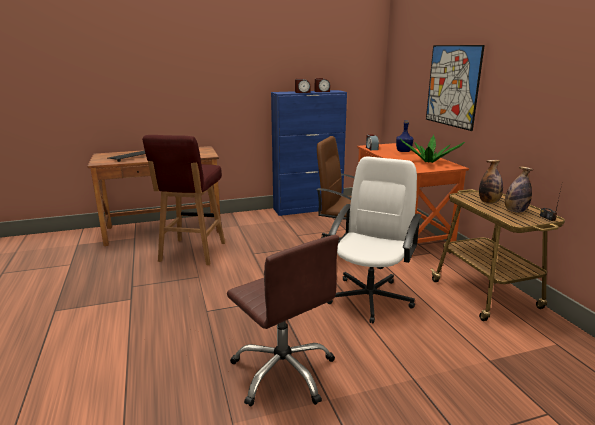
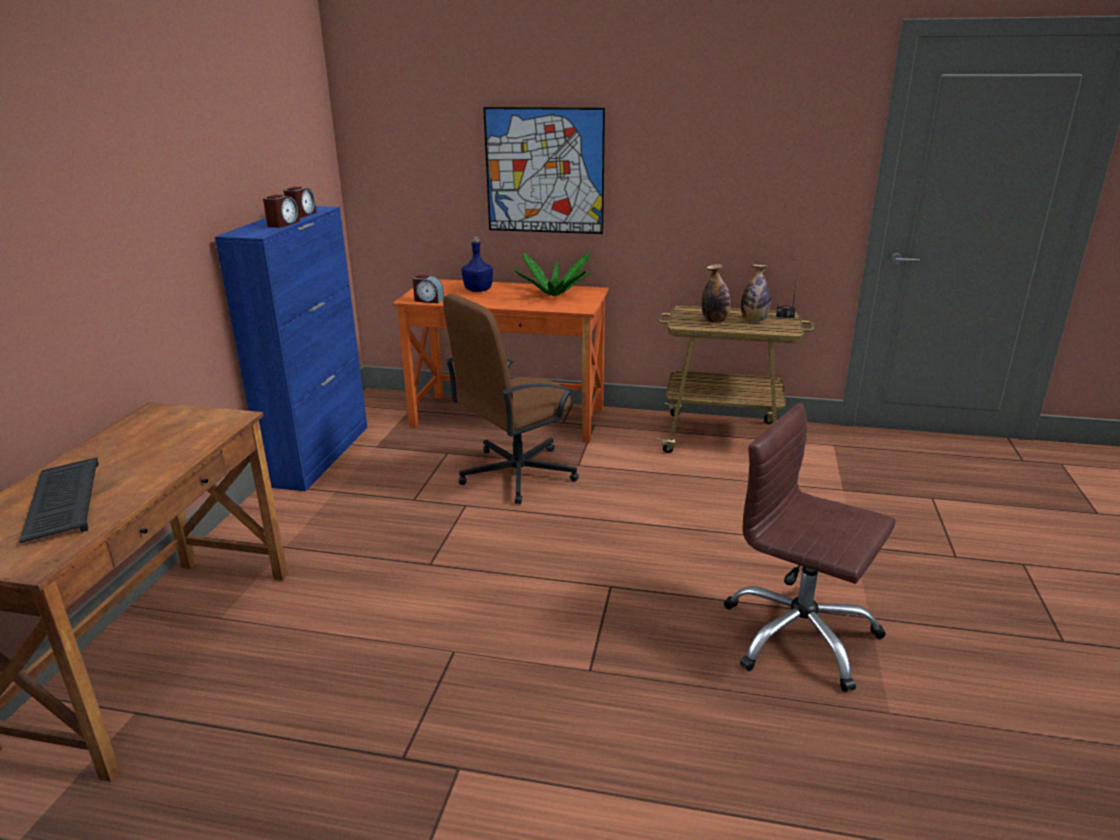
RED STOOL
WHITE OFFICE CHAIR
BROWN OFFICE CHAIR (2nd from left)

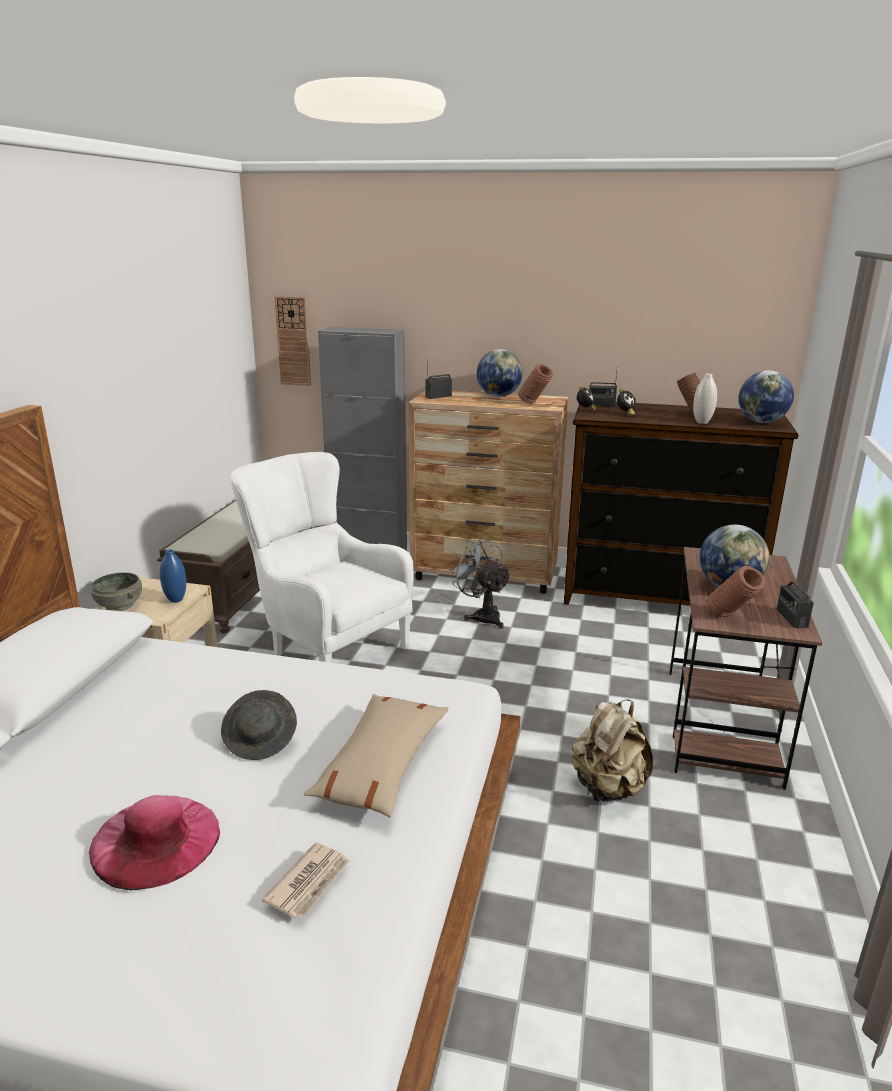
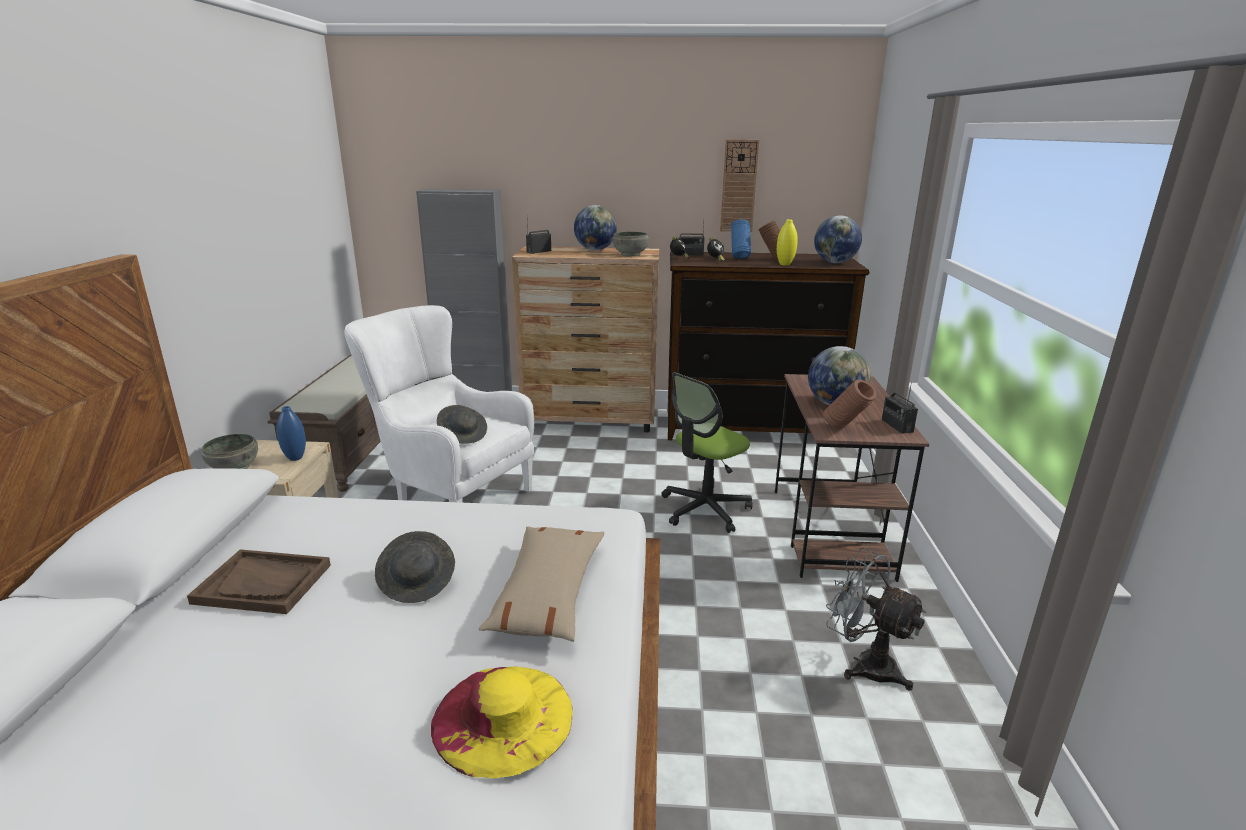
WALL CLOCK
GREY BOWL (2nd from left)
YELLOW VASE
GREY FAN
BEIGE BACKPACK
PINK HAT
YELLOW HAT
BLUE VASE (2nd from left)
OFFICE CHAIR
GREY HAT (2nd from left)
BROWN TRAY

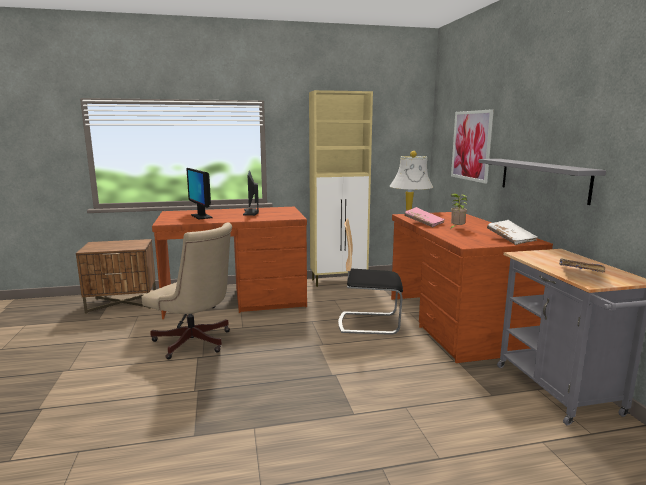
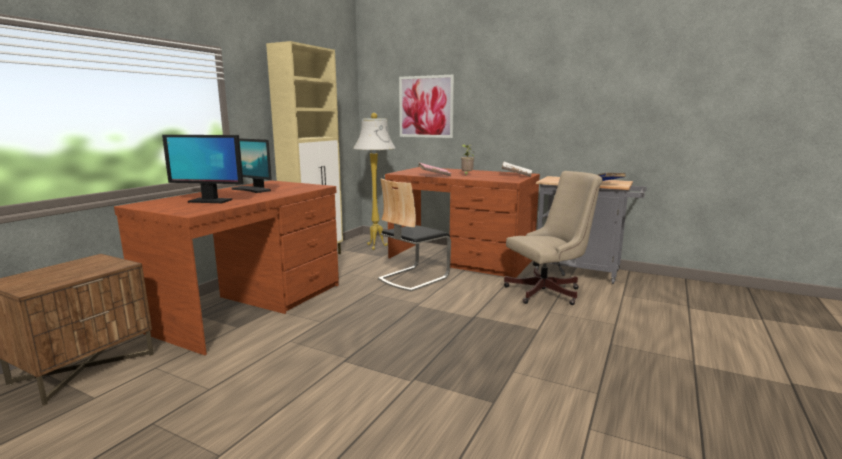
GREY SHELF
BEIGE OFFICE CHAIR

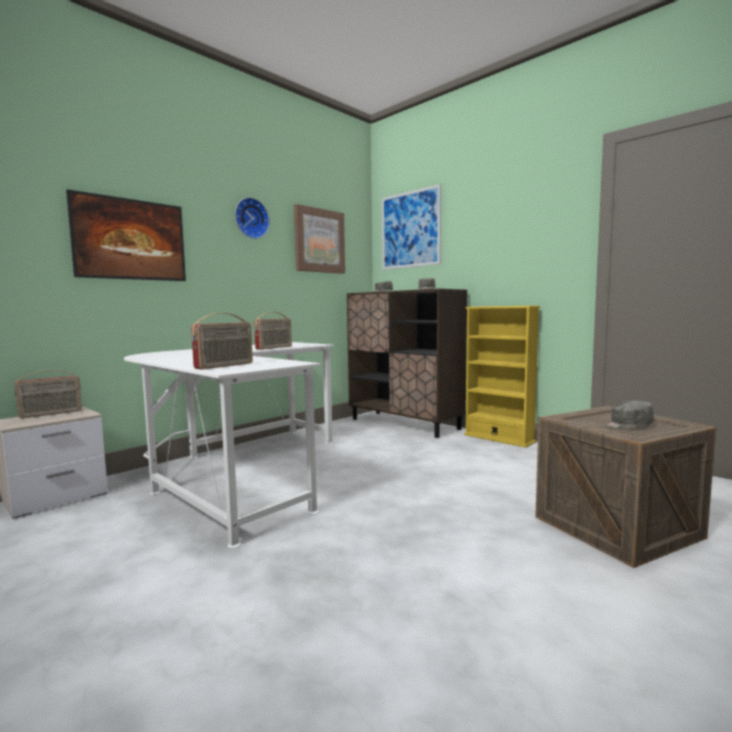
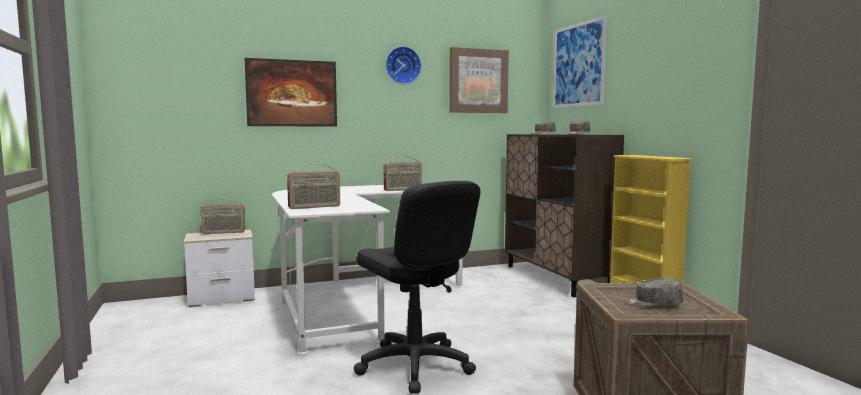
BLACK OFFICE CHAIR

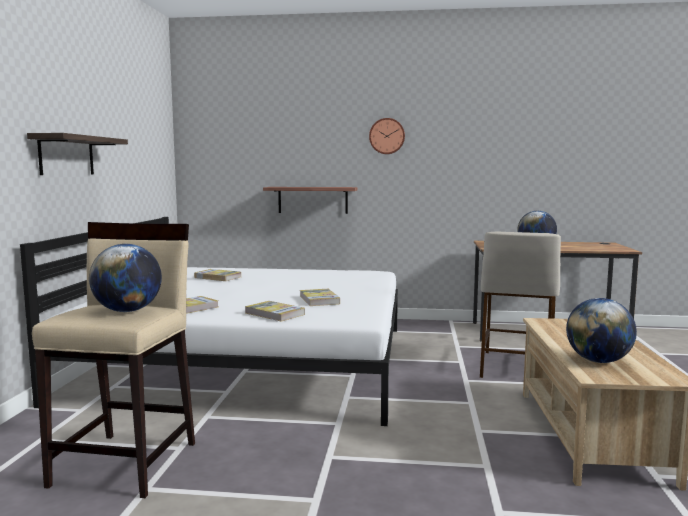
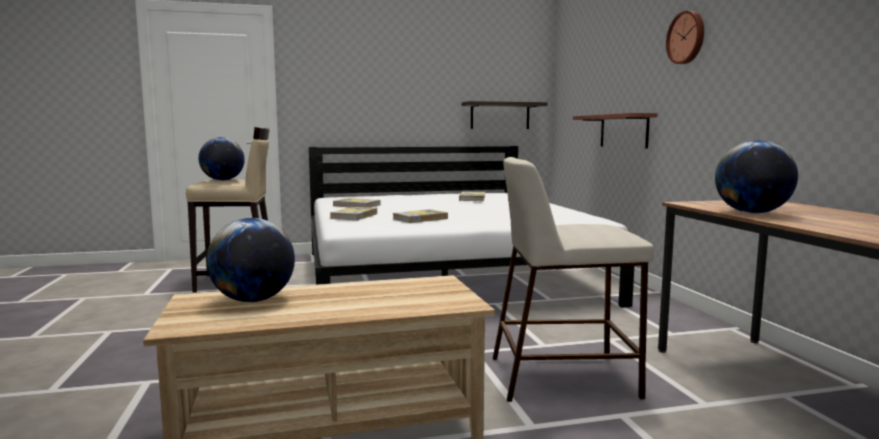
SHELF (1st from left)

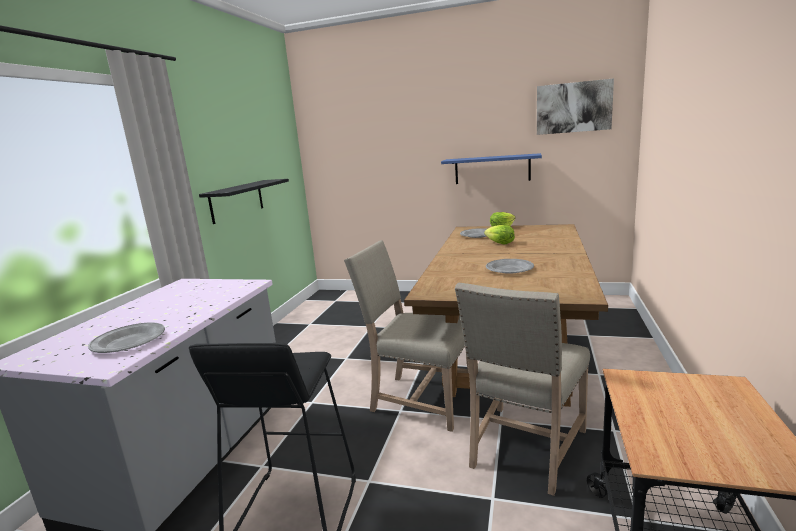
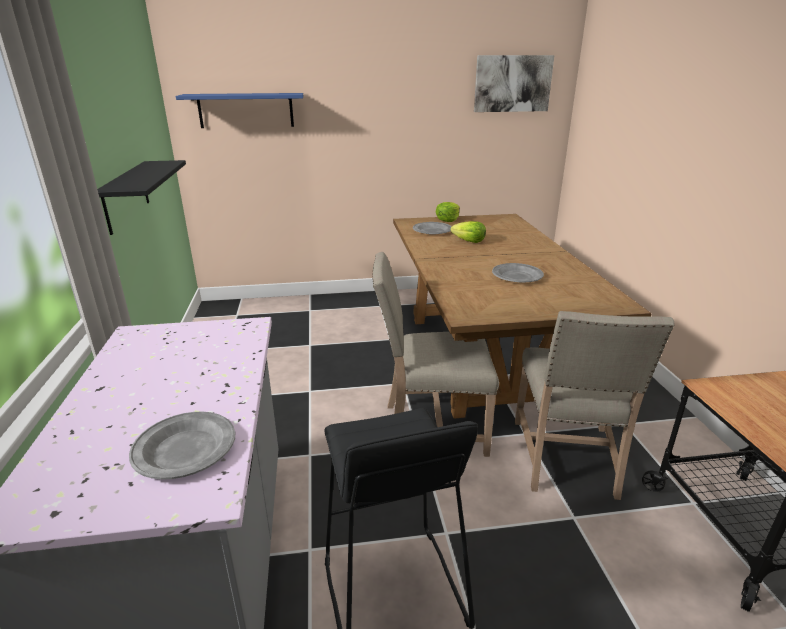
BLUE SHELF

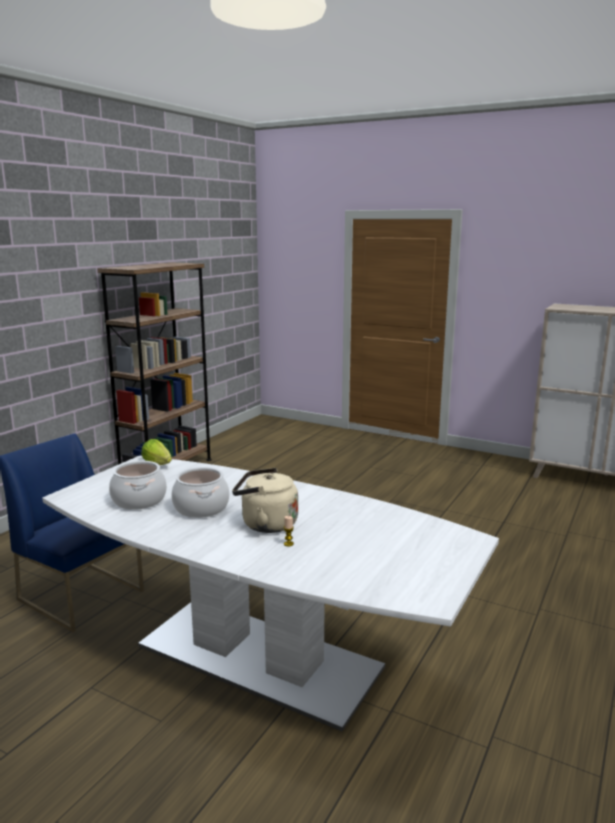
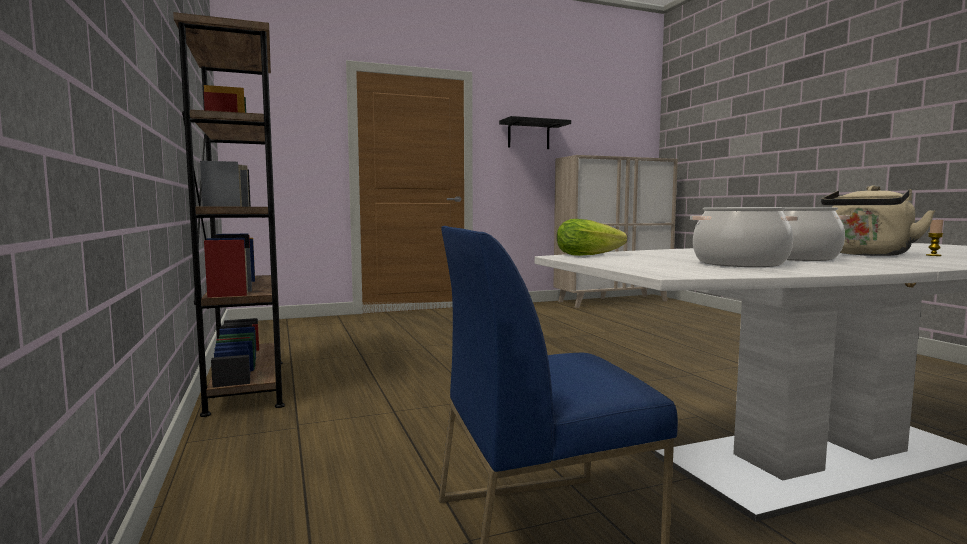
BLACK SHELF

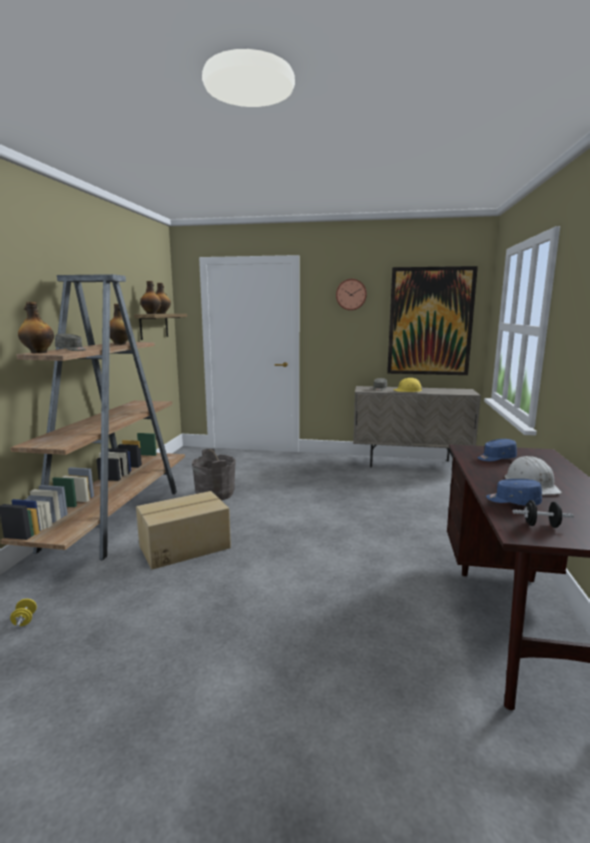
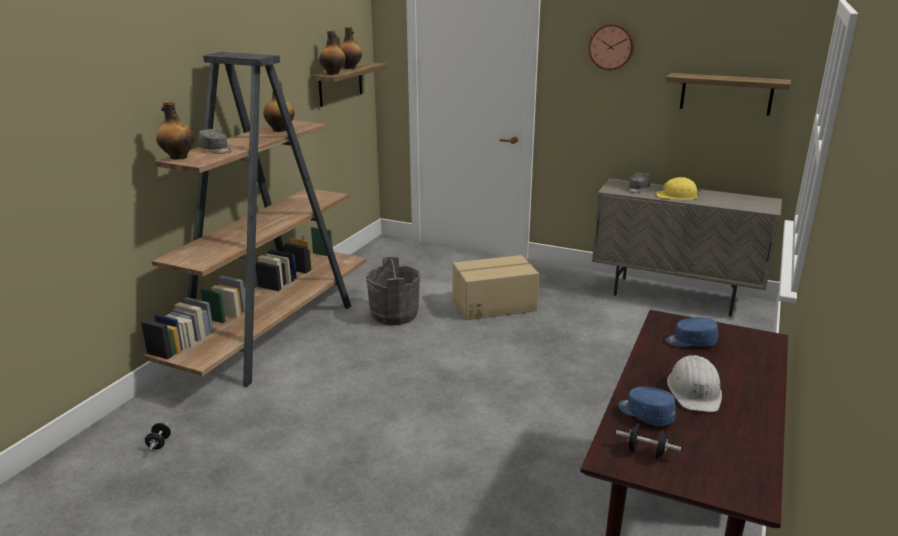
SHELF (2nd from left)
CARDBOARD BOX
BLACK DUMBBELL (1st from left)

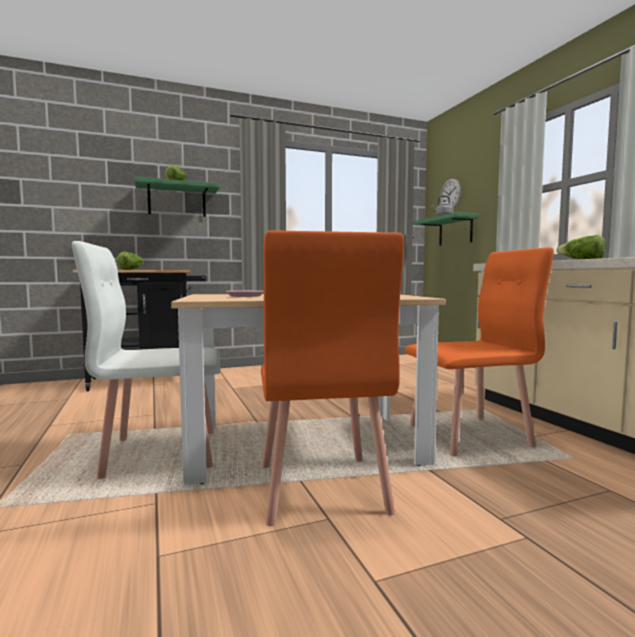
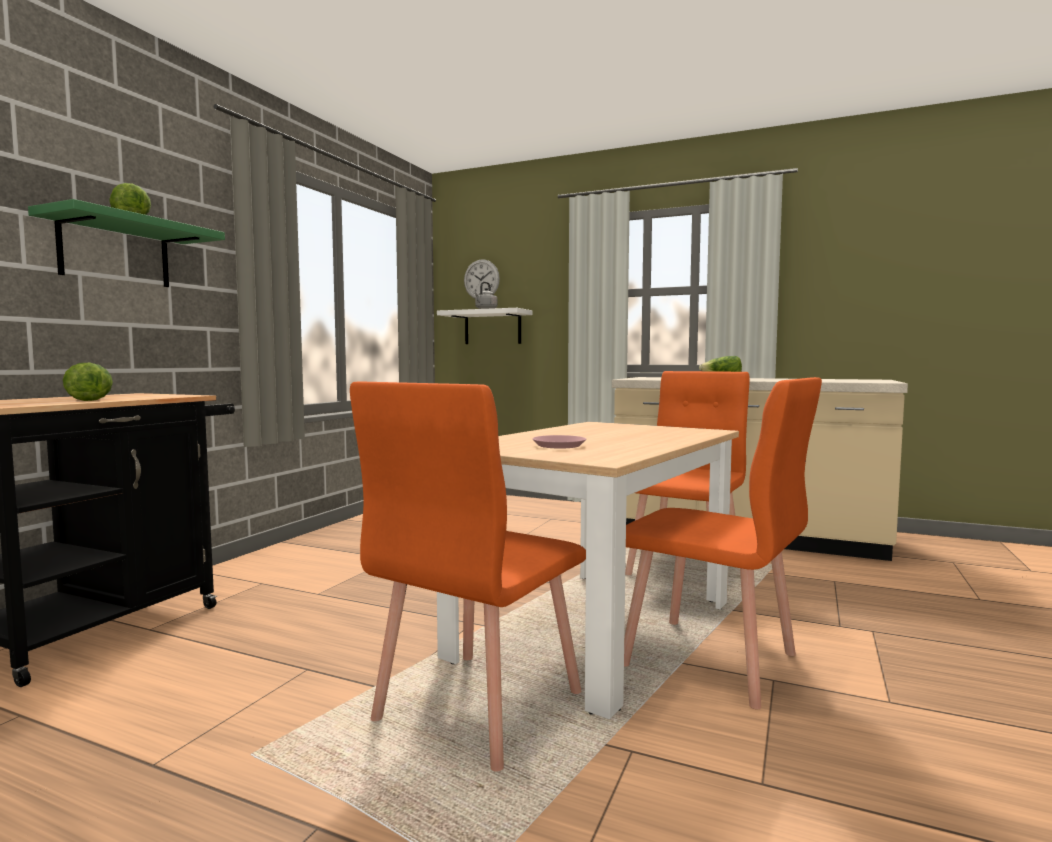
WHITE SHELF
ORANGE CHAIR (1st from left)

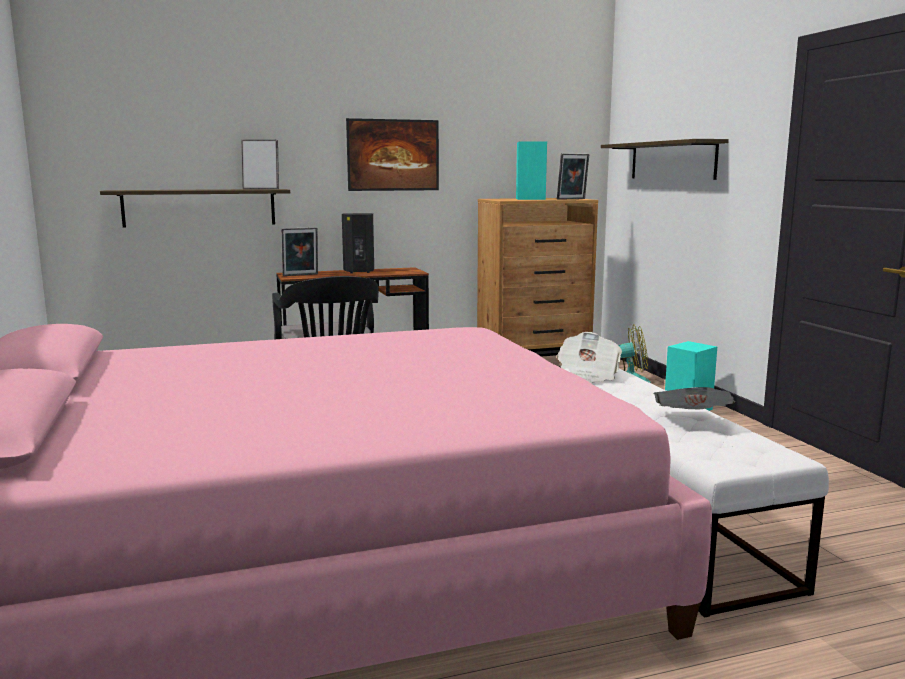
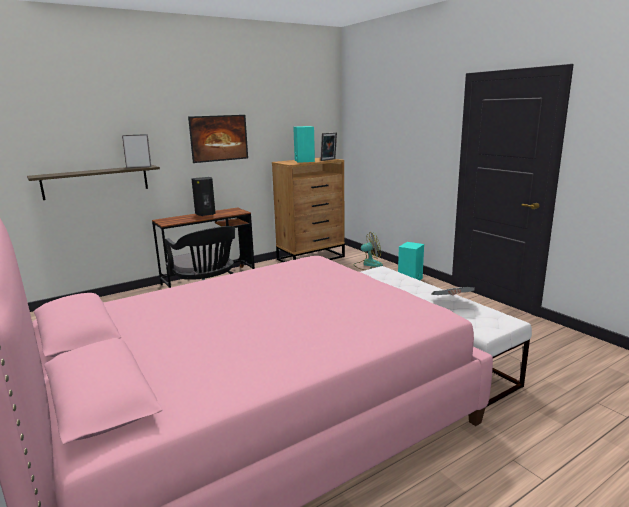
SHELF (2nd from left in the first image)
PICTURE FRAME (2nd from left in the first image)
NEWSPAPER (1st from left in the first image)

